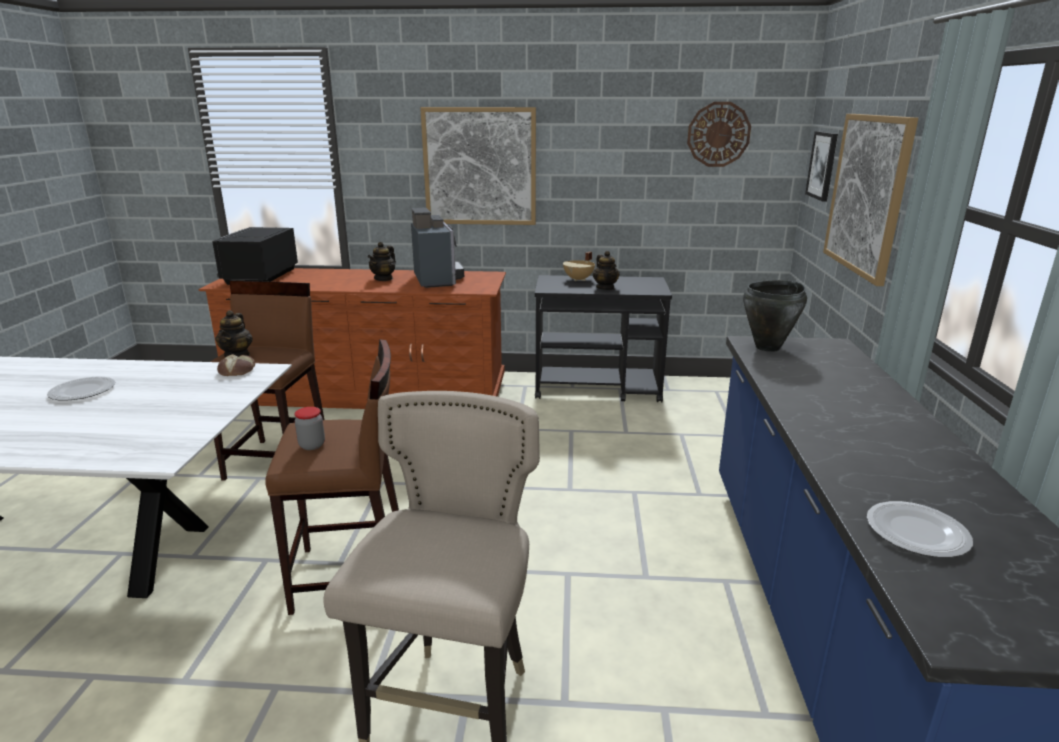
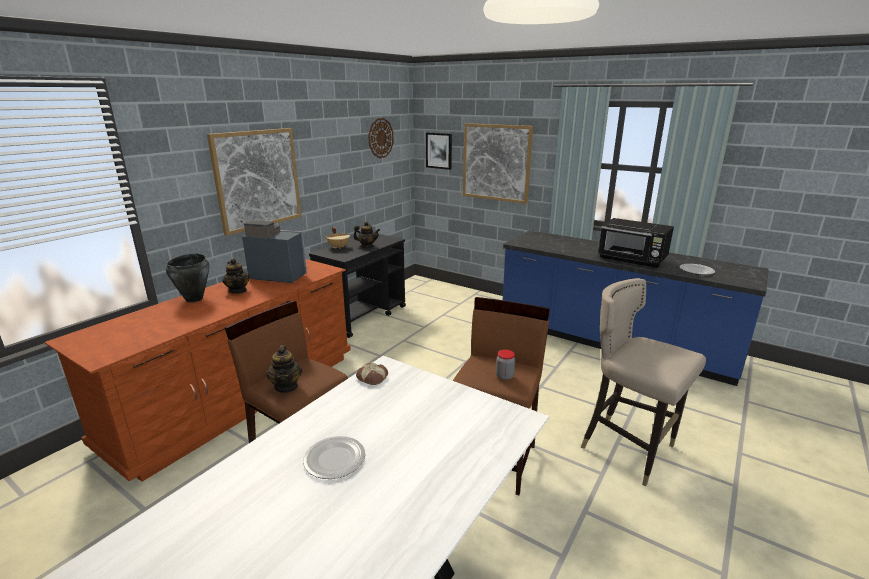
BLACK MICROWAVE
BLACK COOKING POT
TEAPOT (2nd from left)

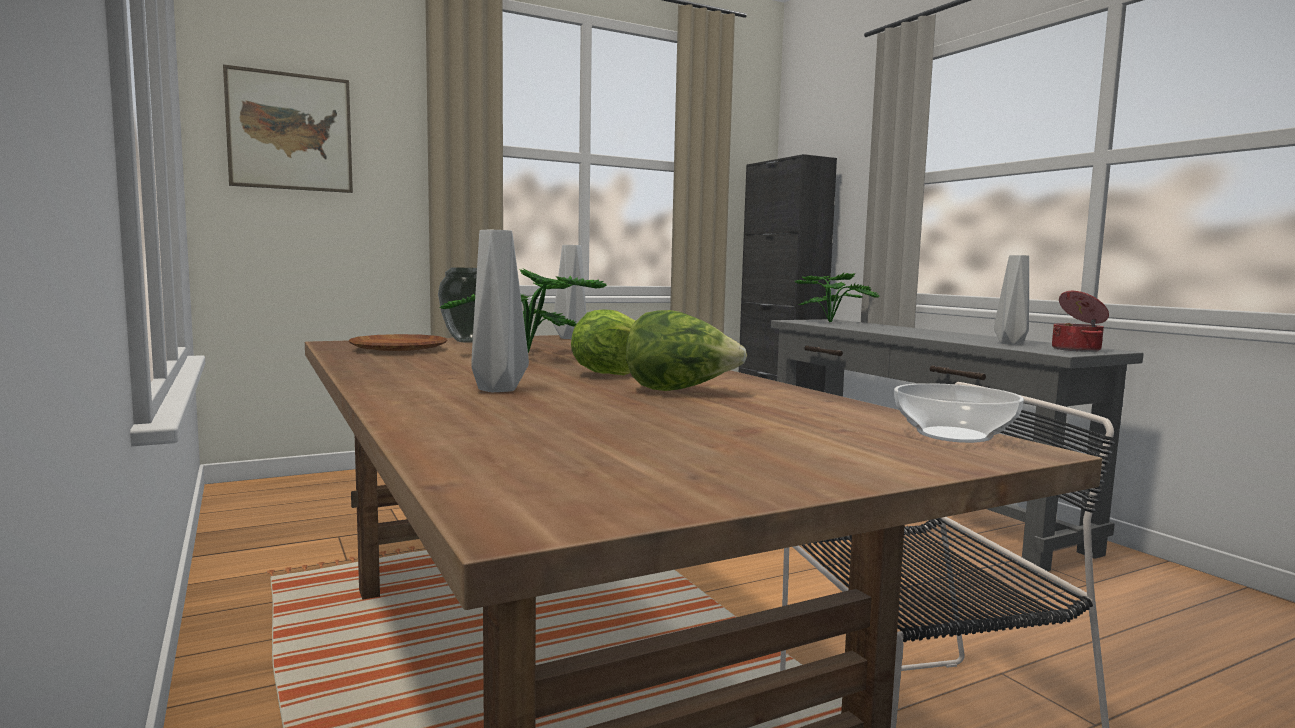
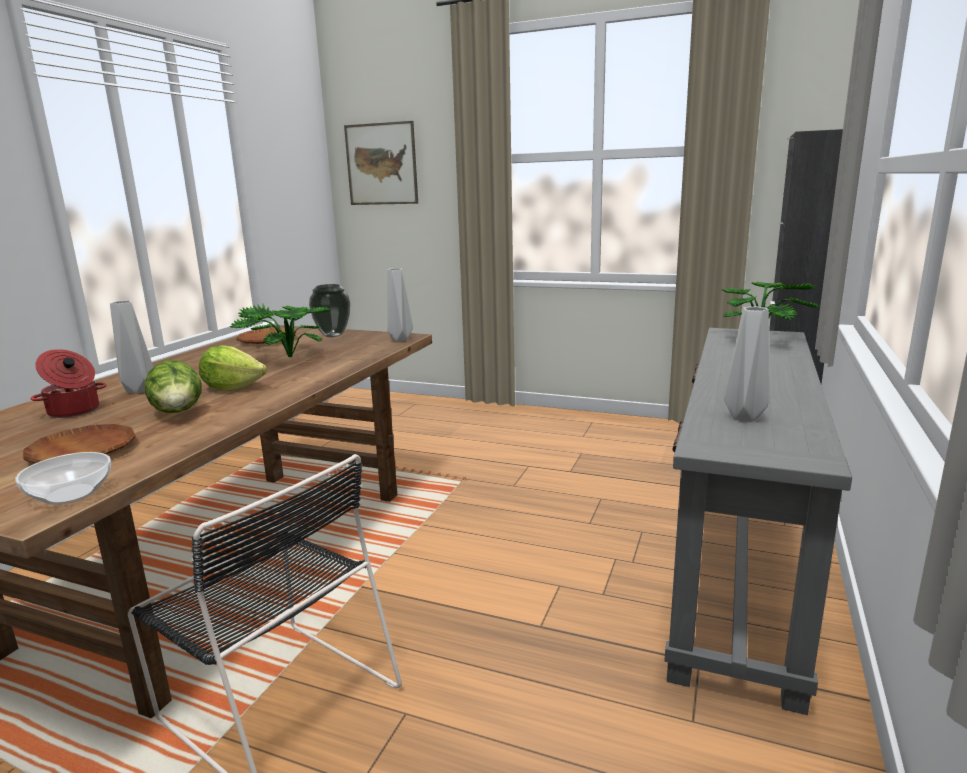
COOKING POT
BROWN PLATE (1st from left)

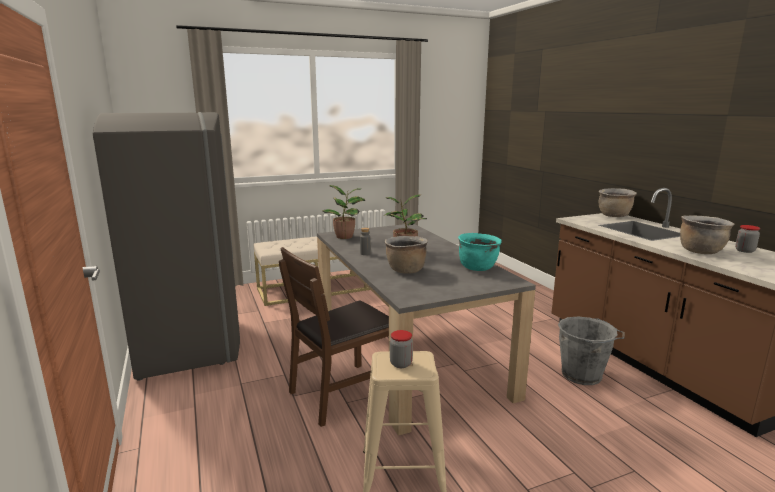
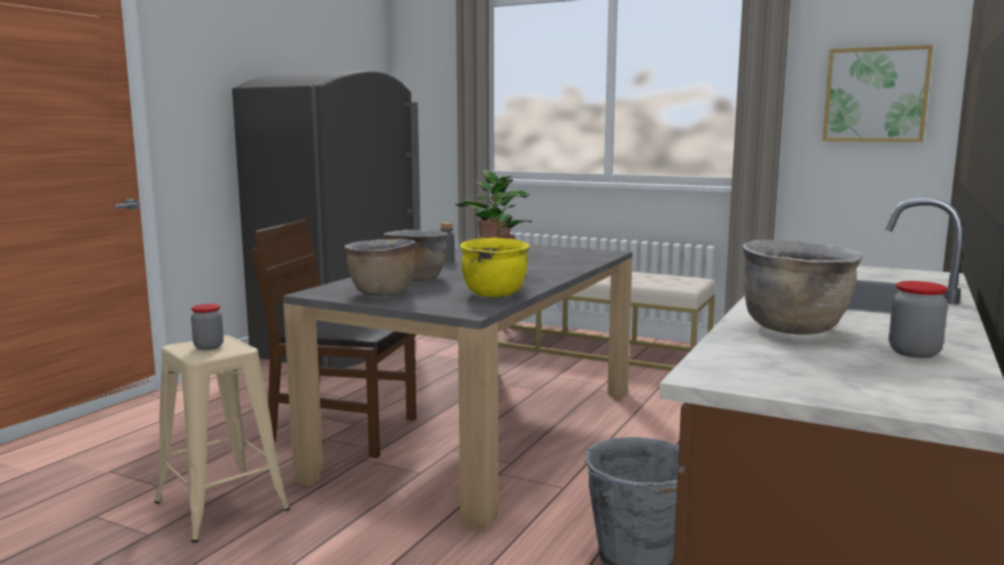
BROWN COOKING POT (1st from left)
YELLOW COOKING POT
PICTURE

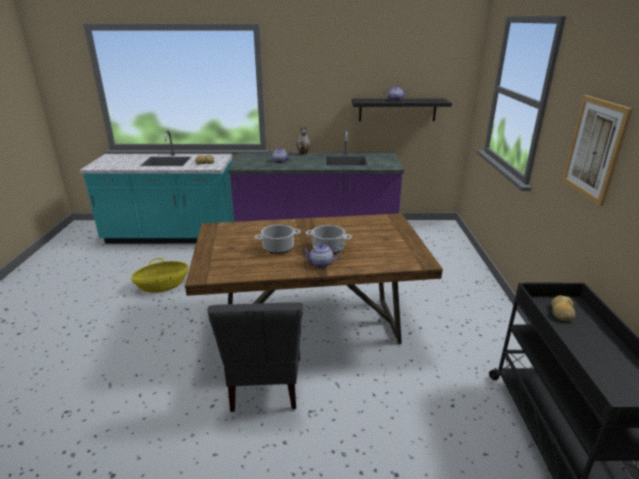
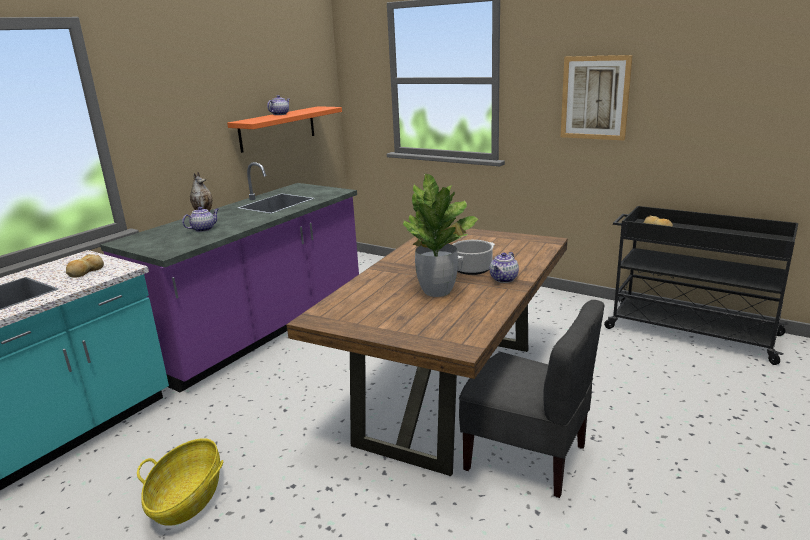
ORANGE SHELF
POTTED PLANT

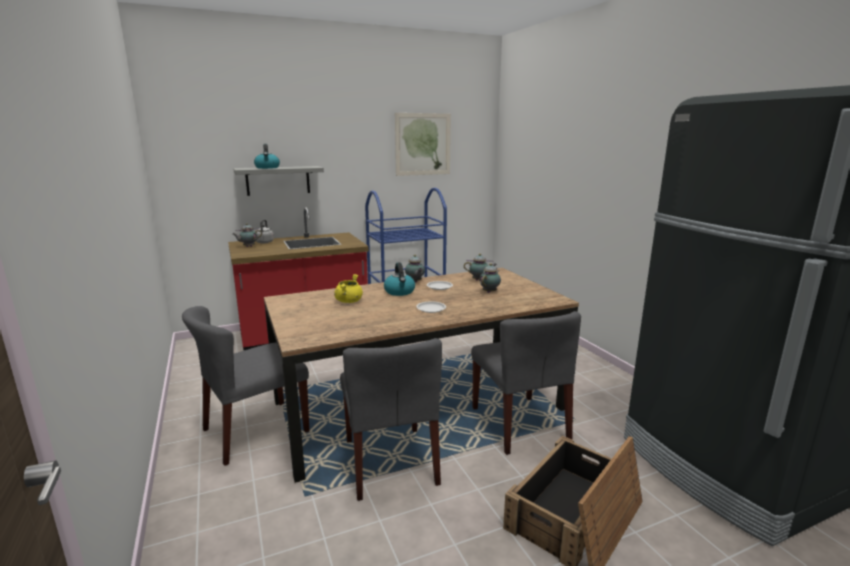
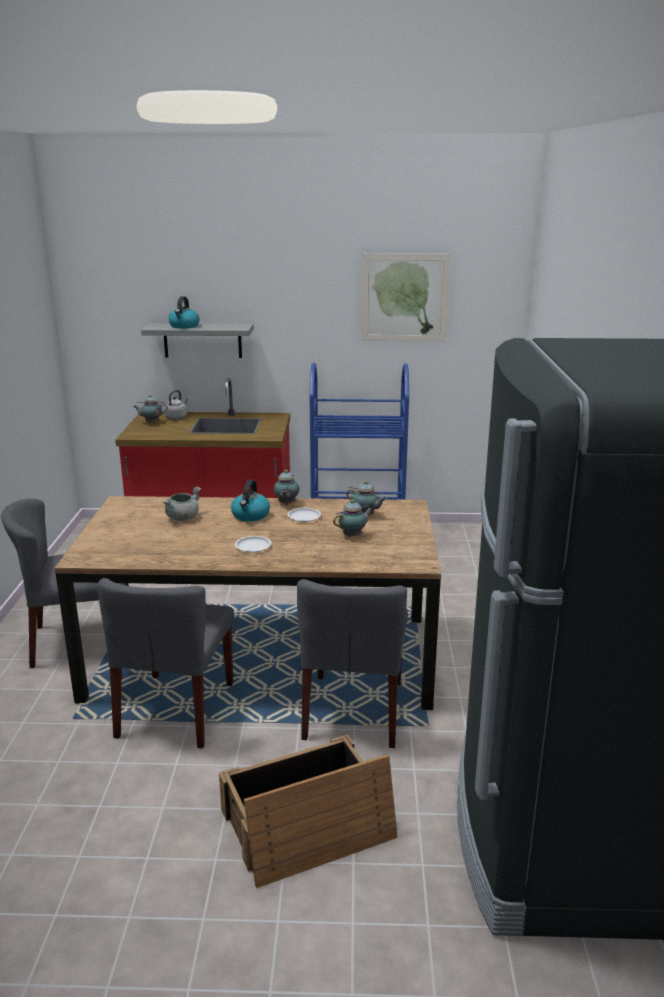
GREY COOKING POT

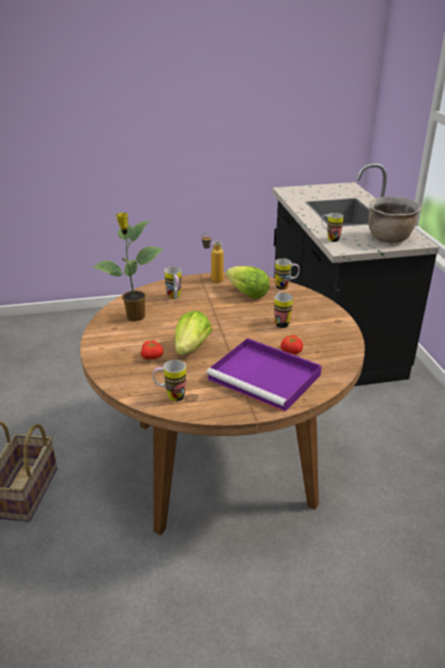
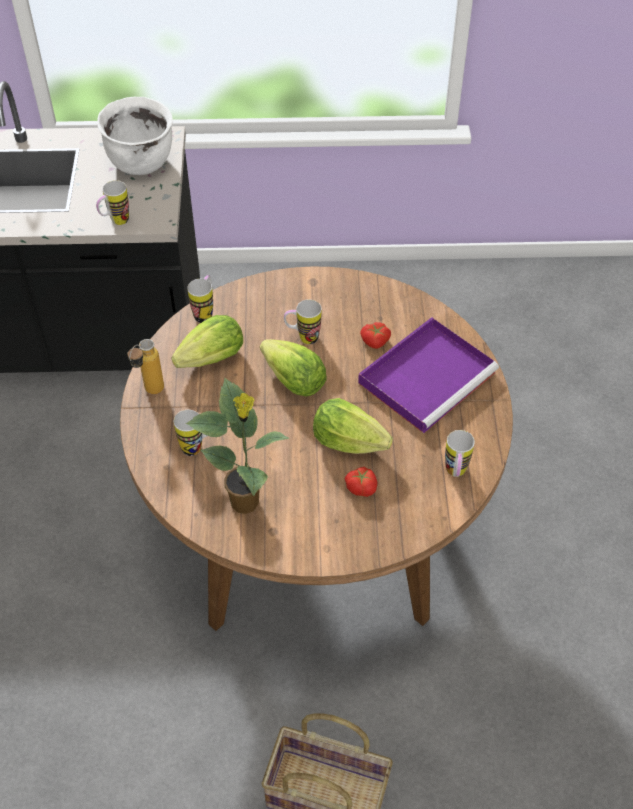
WHITE COOKING POT
LETTUCE (2nd from left)

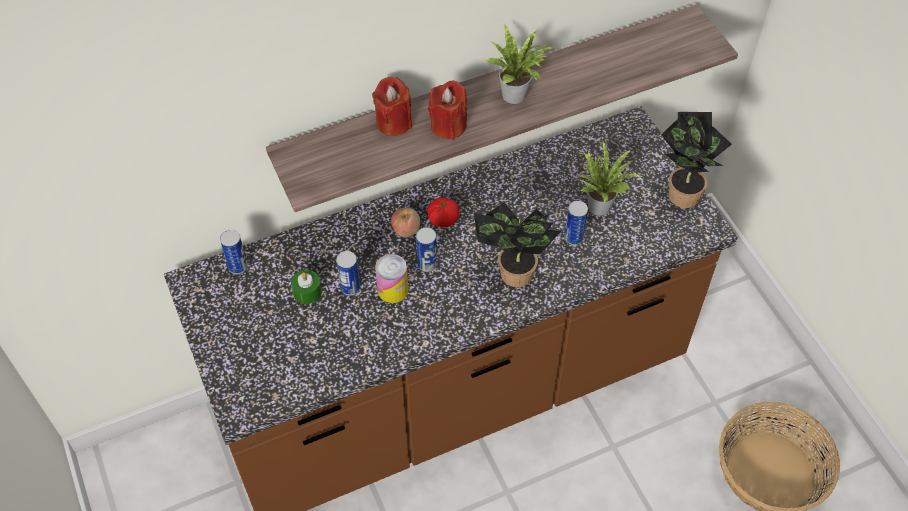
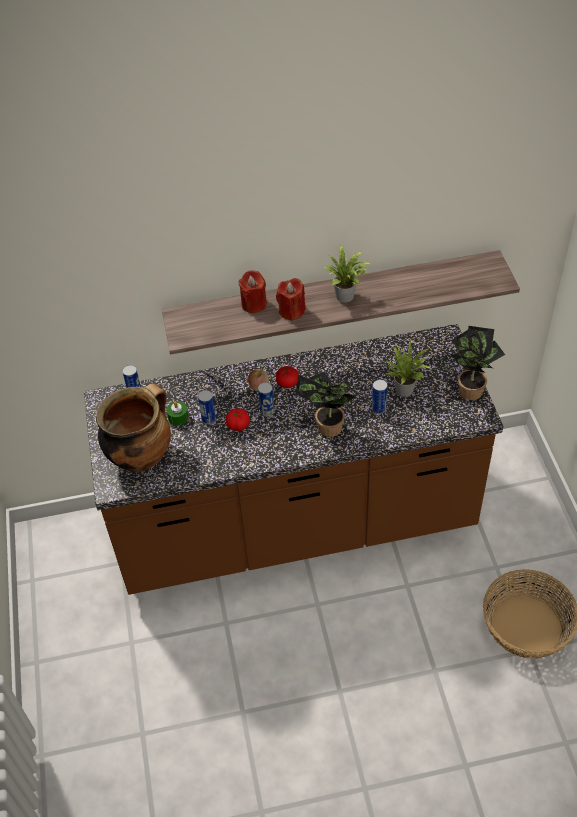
TOMATO (1st from left)
COOKING POT

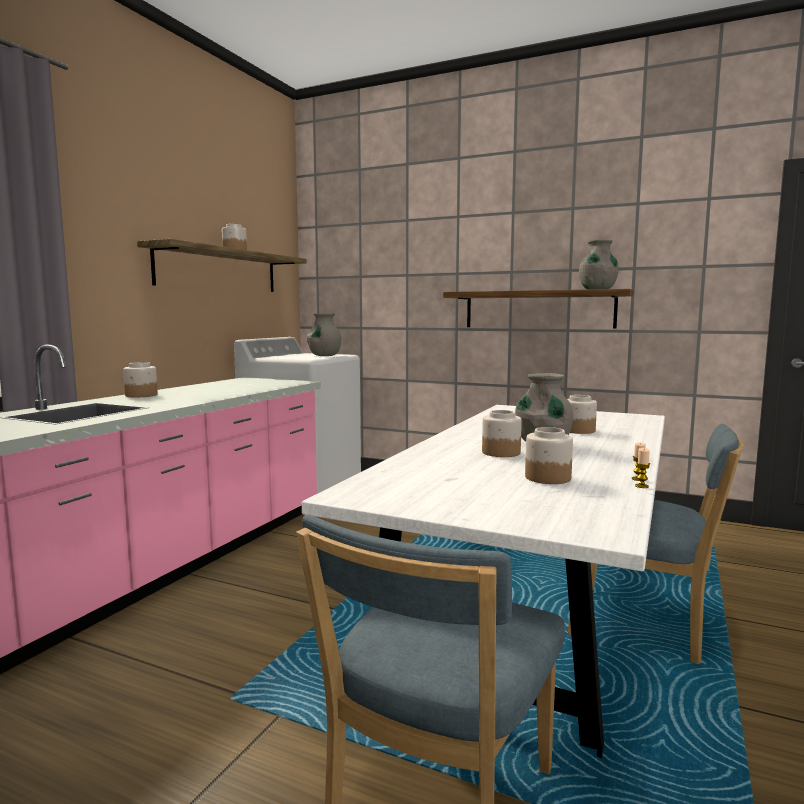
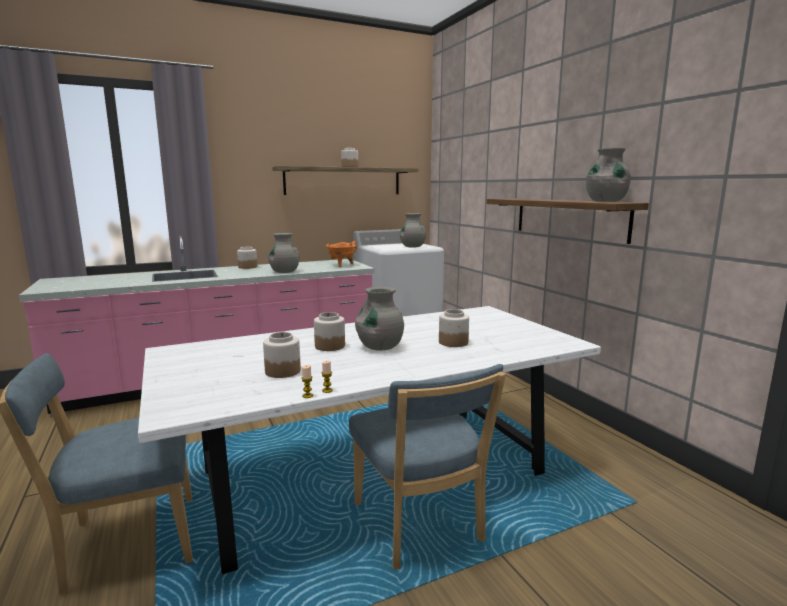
GREY VASE (1st from left)
ORANGE COOKING POT

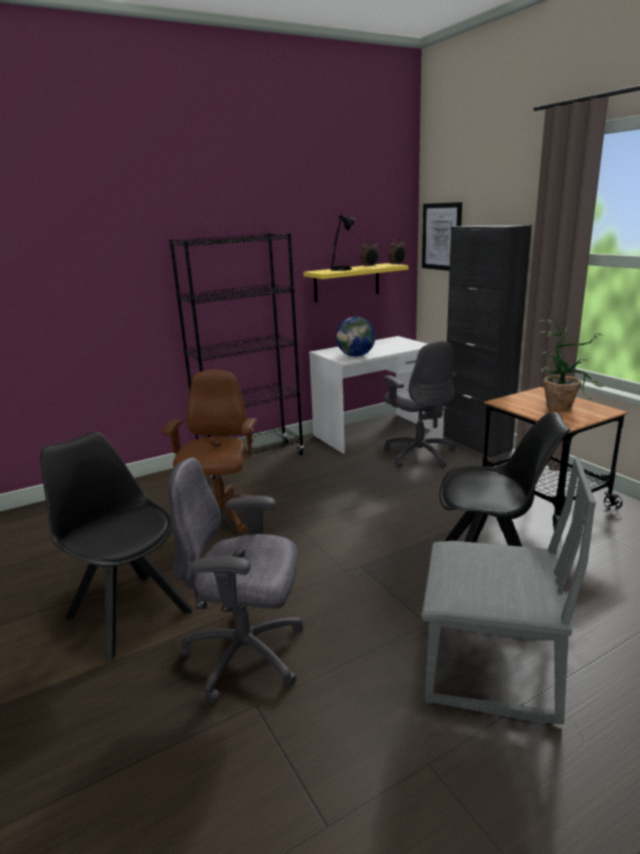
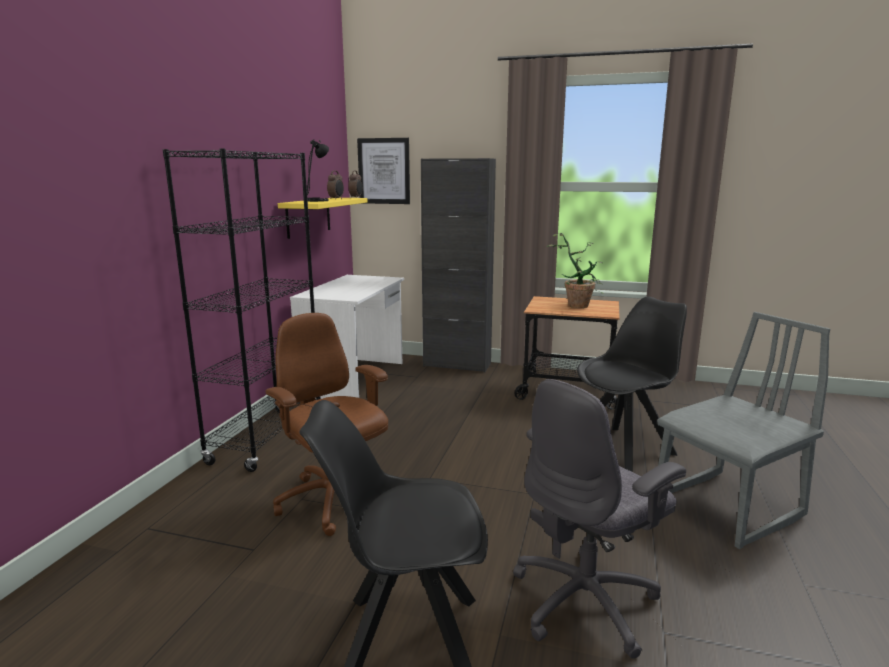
GLOBE
GREY OFFICE CHAIR (2nd from left in the first image)

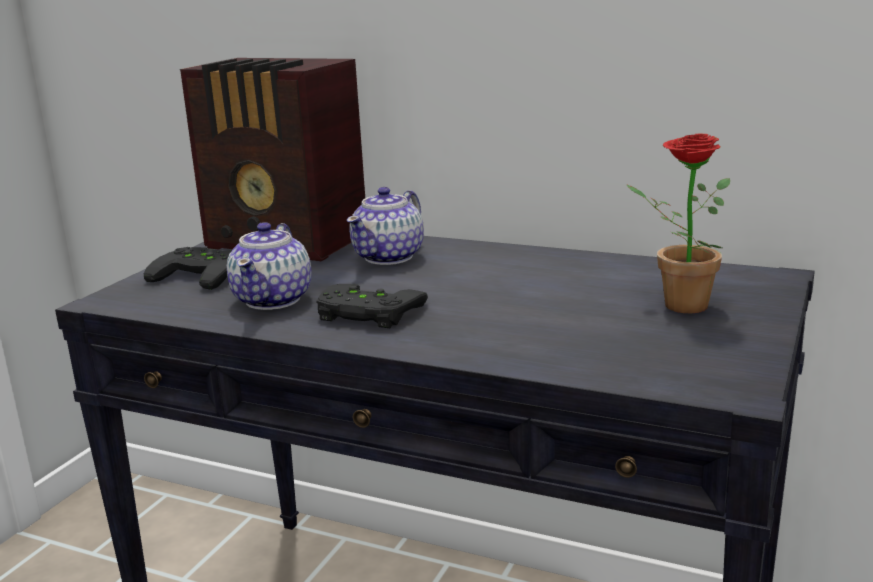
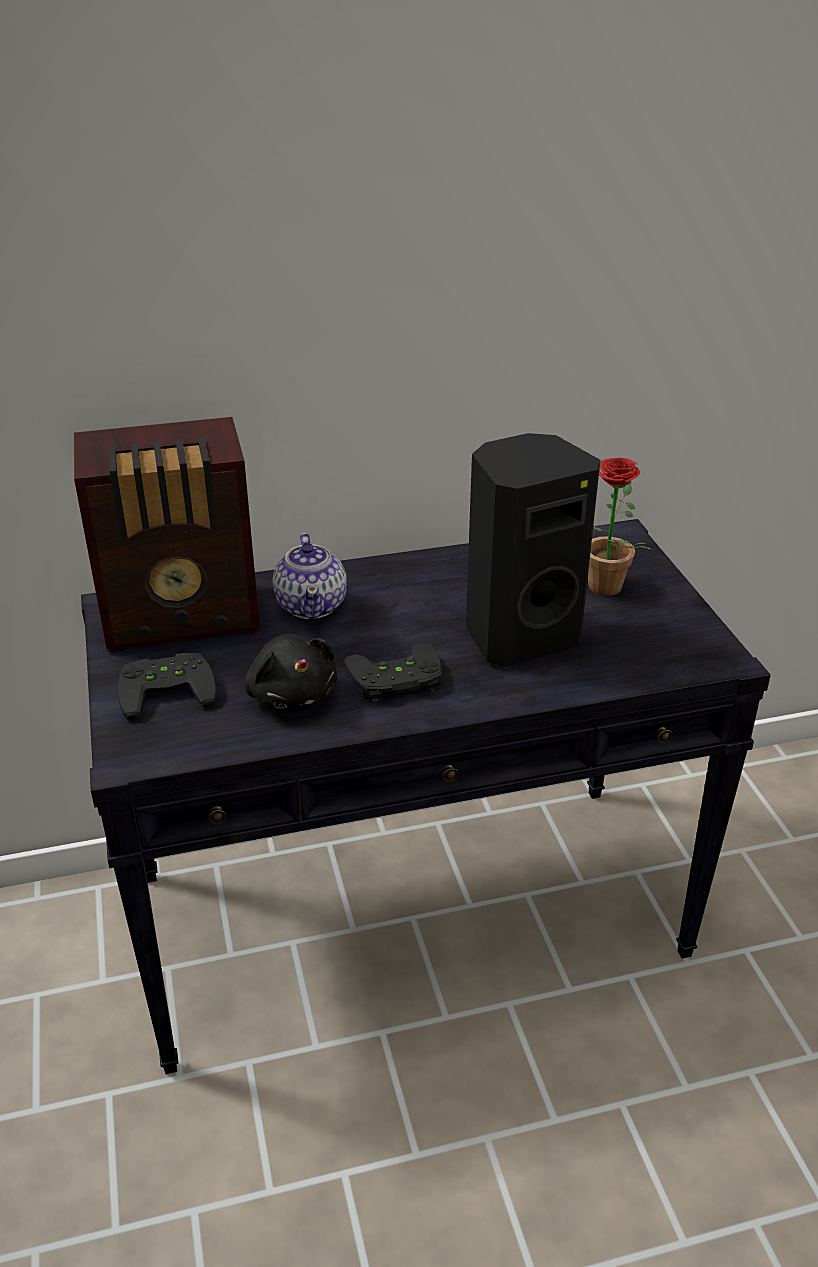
BLACK PLUSH TOY
BLACK SPEAKER

